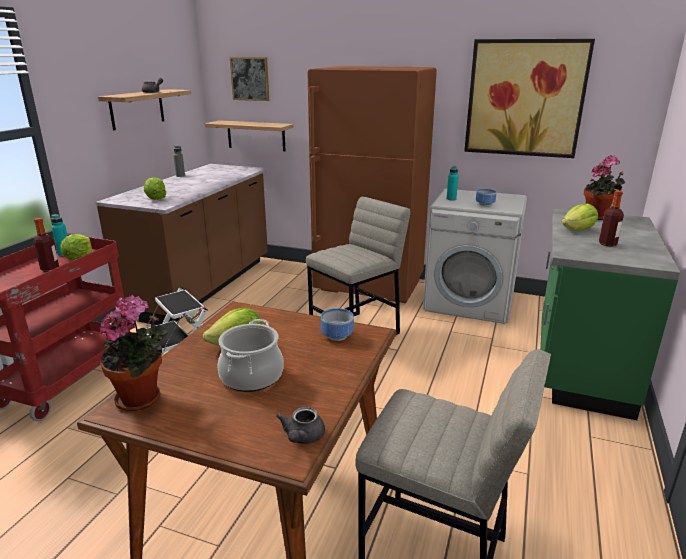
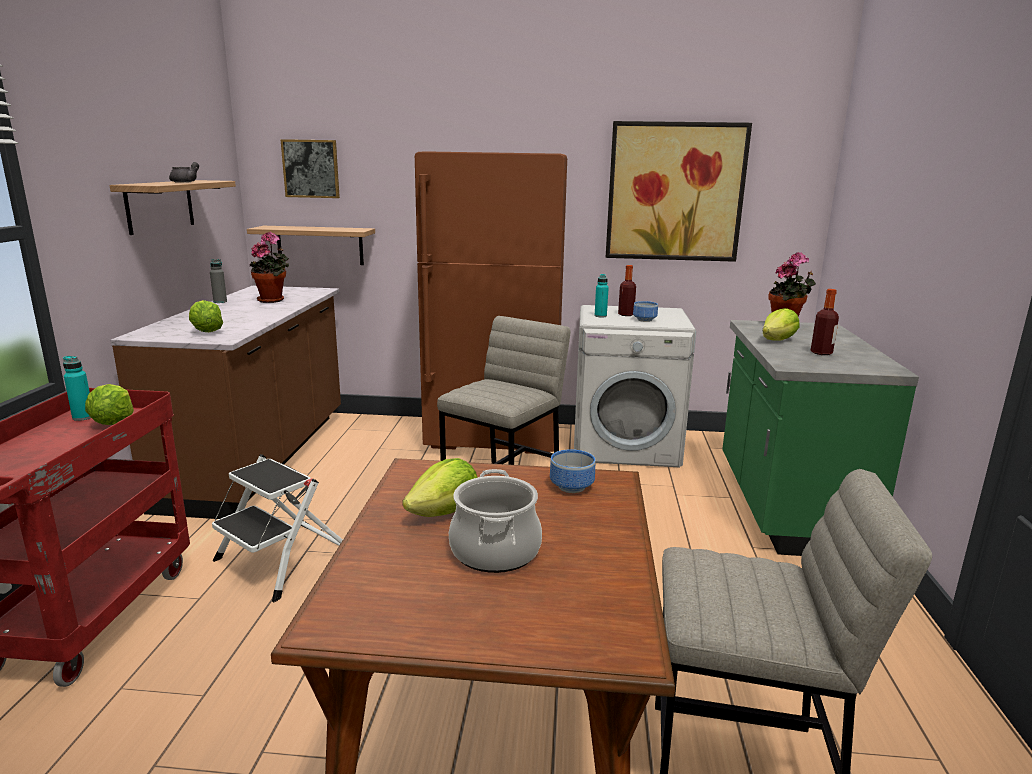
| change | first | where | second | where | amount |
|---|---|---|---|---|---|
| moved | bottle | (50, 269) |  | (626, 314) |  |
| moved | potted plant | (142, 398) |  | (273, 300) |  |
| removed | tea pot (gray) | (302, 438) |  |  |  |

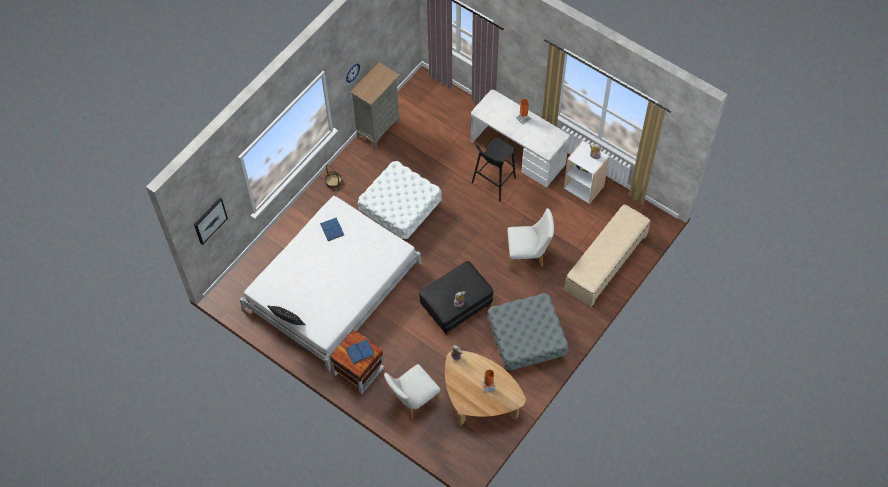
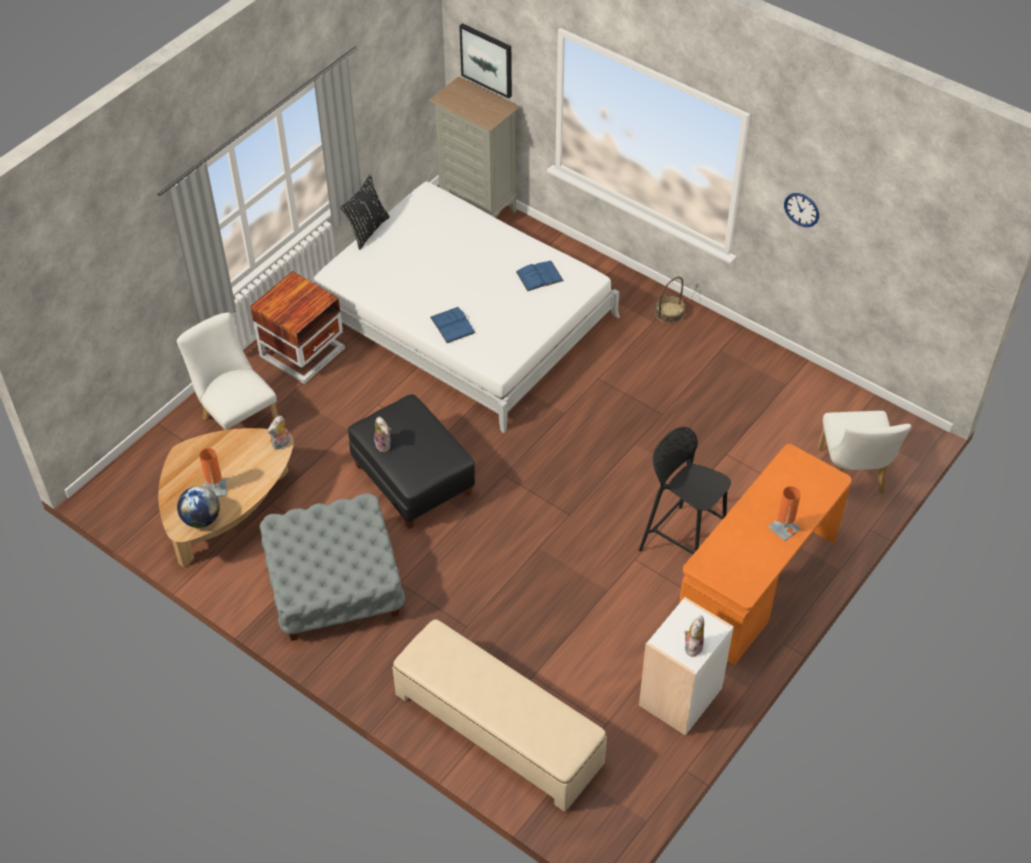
| change | first | where | second | where | amount |
|---|---|---|---|---|---|
| moved | chest of drawers (gray) | (379, 130) |  | (478, 209) |  |
| recoloured | desk table (white-coloured) | (518, 152) | desk table (orangey) | (757, 583) |  |
| removed | pouffe (white-coloured) | (400, 209) |  |  |  |
| moved | plain chair (white-coloured) | (528, 255) |  | (852, 476) |  |
| moved | book (blue) | (360, 352) |  | (452, 325) |  |
| added |  |  | globe | (201, 519) |  |

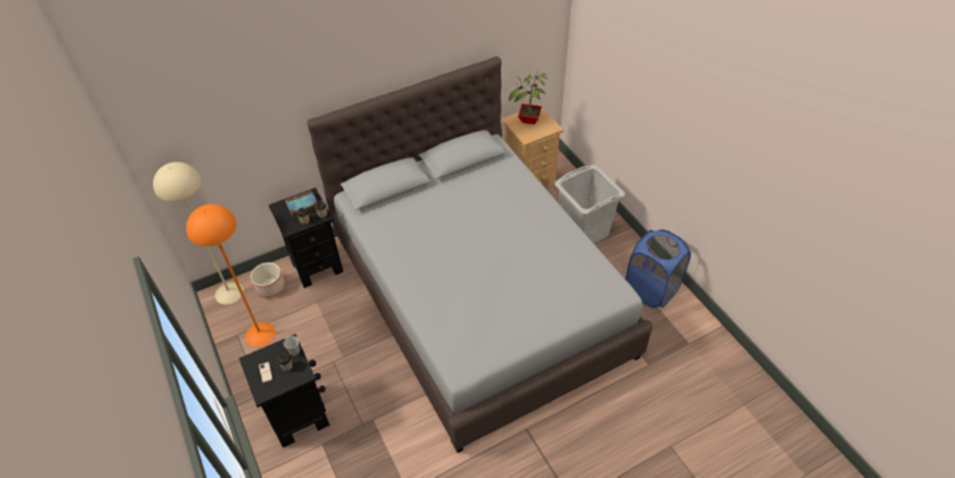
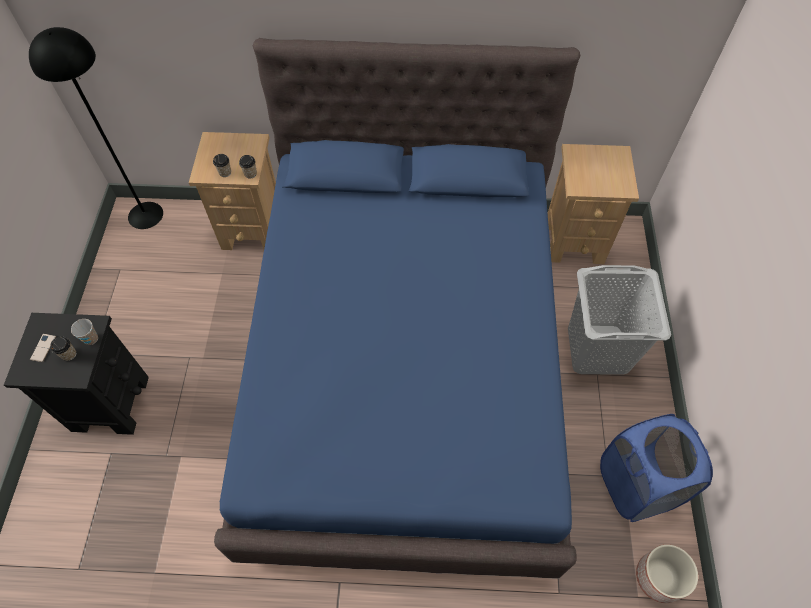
| change | first | where | second | where | amount |
|---|---|---|---|---|---|
| recoloured | bedroom bed (gray) | (479, 294) | bedroom bed (blue) | (406, 364) |  |
| removed | potted plant | (529, 120) |  |  |  |
| recoloured | standard lamp (beige-coloured) | (229, 292) | standard lamp (blackish) | (146, 215) |  |
| recoloured | nightstand (blackish) | (317, 266) | nightstand (beige-coloured) | (253, 230) |  |
| removed | book | (302, 206) |  |  |  |
| removed | standard lamp (orangey) | (260, 334) |  |  |  |
| moved | plant pot | (271, 287) |  | (660, 577) |  |

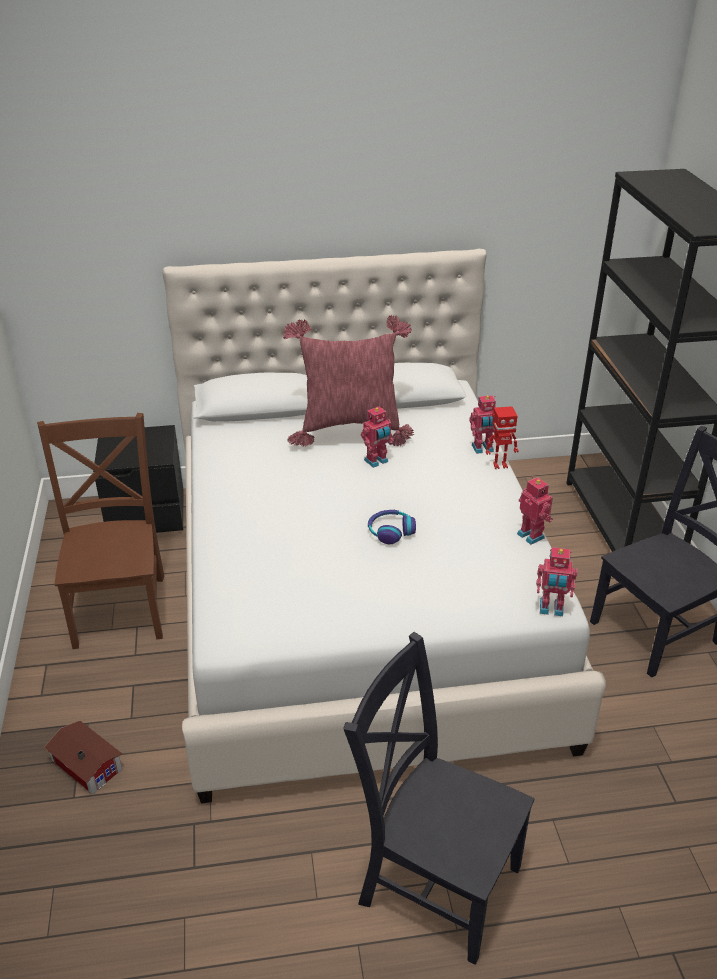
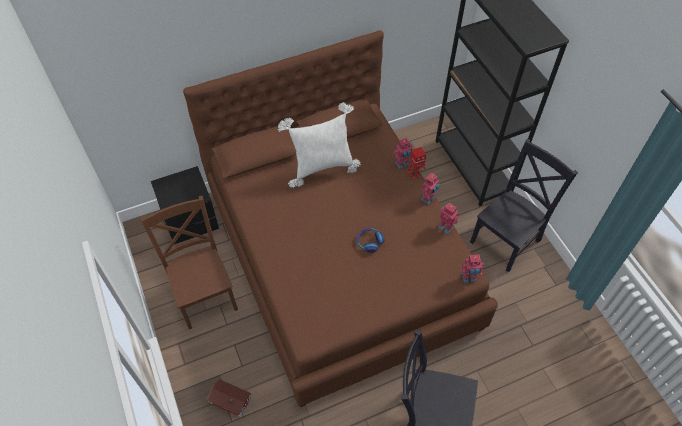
| change | first | where | second | where | amount |
|---|---|---|---|---|---|
| recoloured | bedroom bed (white-coloured) | (358, 602) | bedroom bed (brownish) | (340, 258) |  |
| recoloured | cushion (reddish) | (349, 436) | cushion (white-coloured) | (321, 170) |  |
| moved | toy robot | (377, 461) |  | (428, 199) |  |

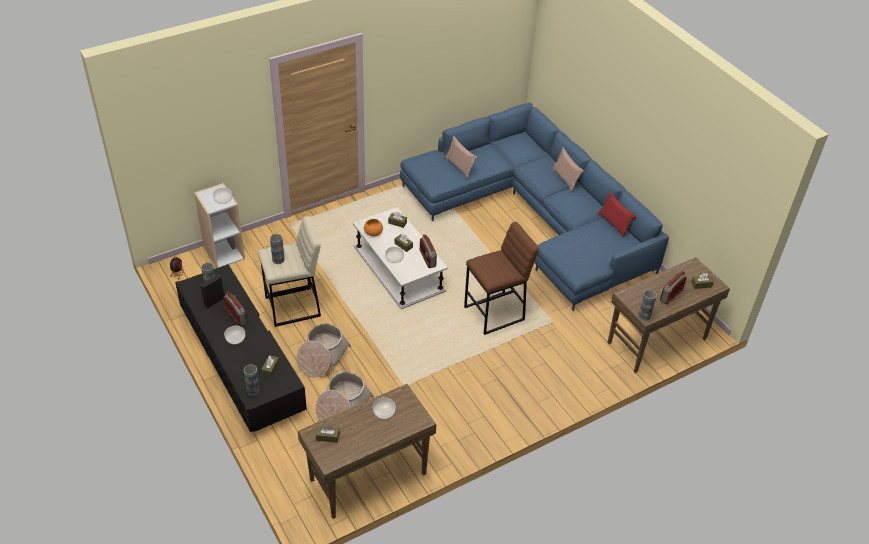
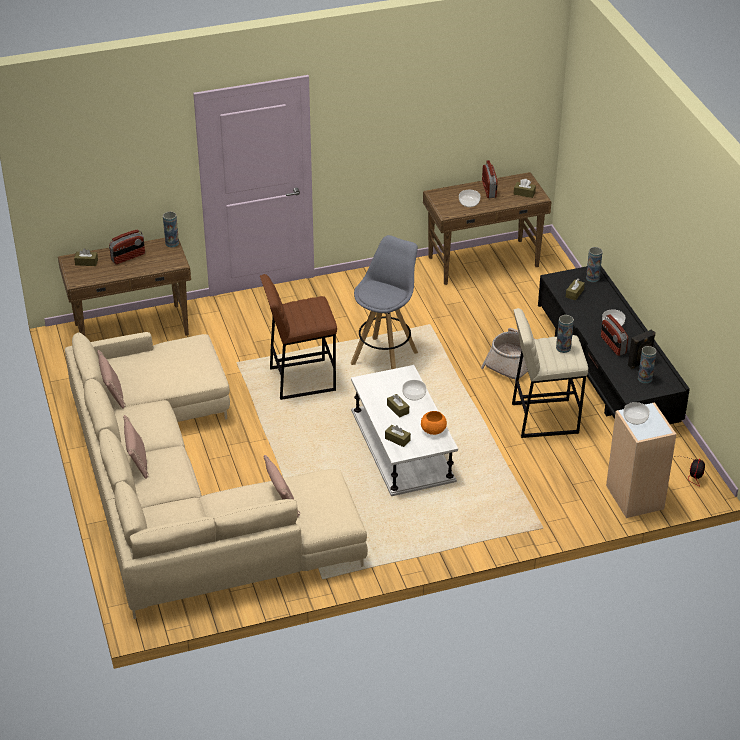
| change | first | where | second | where | amount |
|---|---|---|---|---|---|
| recoloured | settee (blue) | (534, 215) | settee (beige-coloured) | (186, 494) |  |
| recoloured | cushion (reddish) | (614, 224) | cushion (beige-coloured) | (112, 392) |  |
| moved | radio receiver | (427, 259) |  | (489, 189) |  |
| removed | basket | (342, 407) |  |  |  |
| added |  |  | stool (gray) | (386, 357) |  |

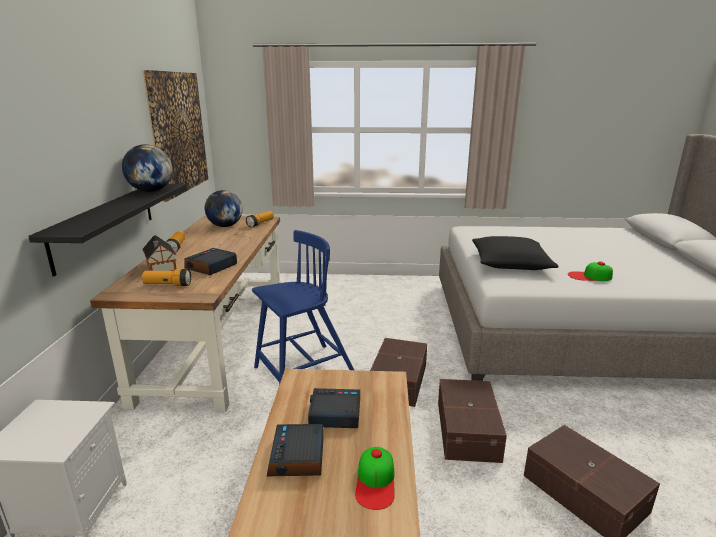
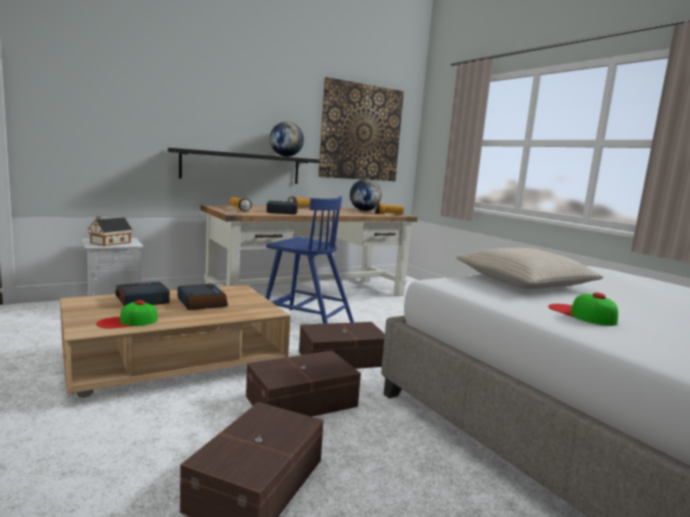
| change | first | where | second | where | amount |
|---|---|---|---|---|---|
| moved | miniature house | (161, 267) |  | (109, 243) |  |
| recoloured | cushion (blackish) | (510, 263) | cushion (beige-coloured) | (525, 282) |  |

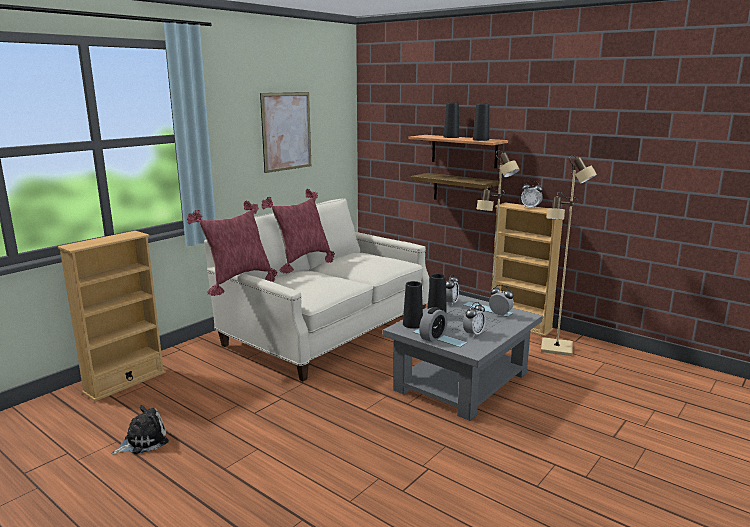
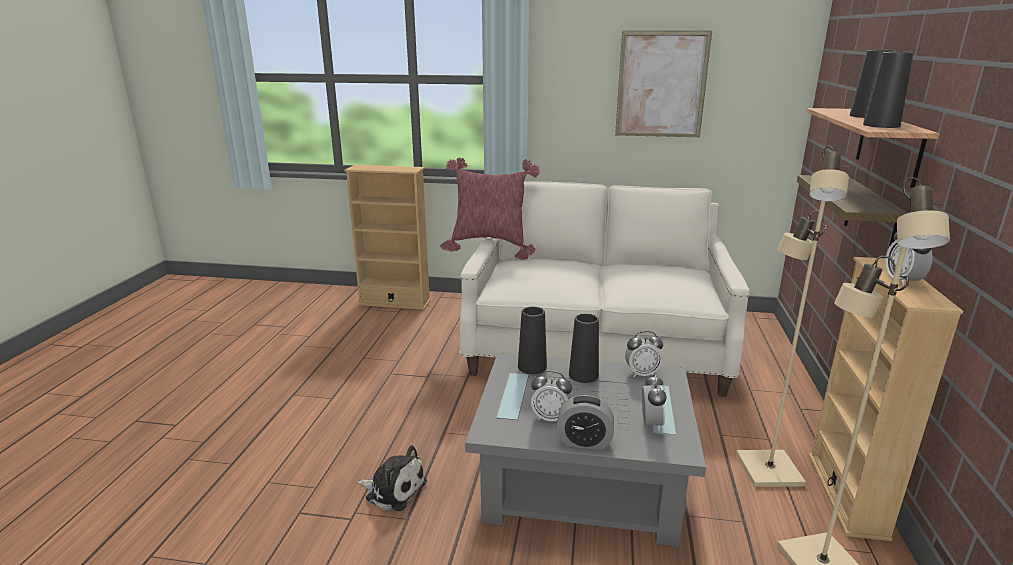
| change | first | where | second | where | amount |
|---|---|---|---|---|---|
| removed | cushion (reddish) | (300, 266) |  |  |  |
| moved | alarm clock | (433, 337) |  | (584, 442) |  |
| moved | plush toy | (143, 441) |  | (393, 489) |  |

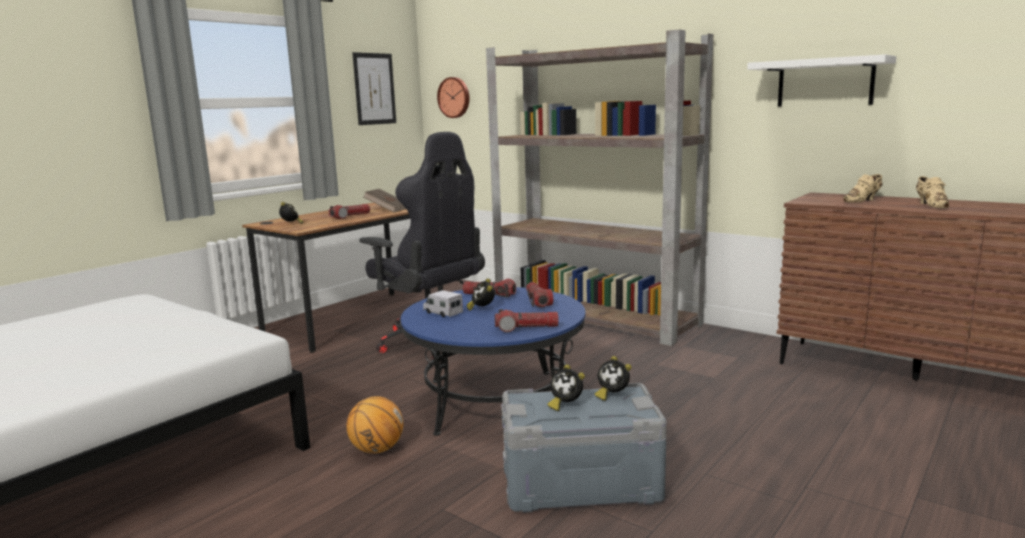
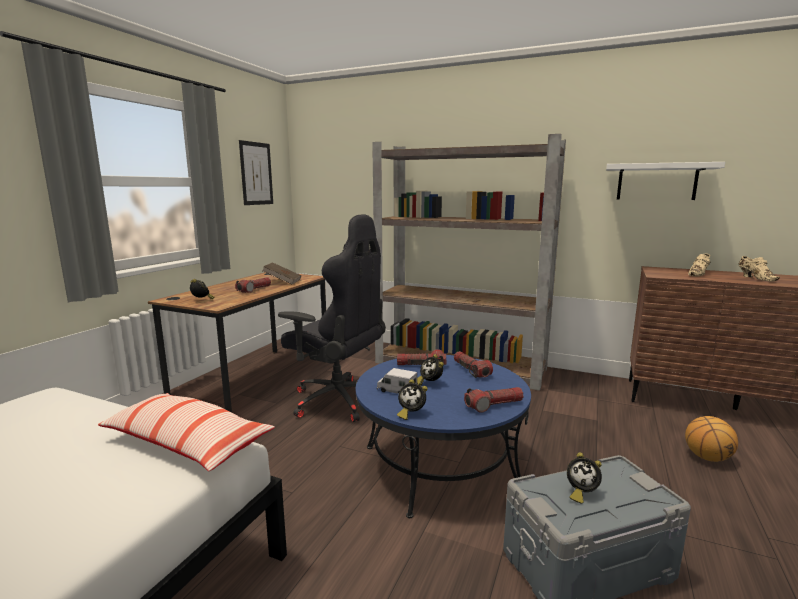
| change | first | where | second | where | amount |
|---|---|---|---|---|---|
| removed | wall clock | (454, 97) |  |  |  |
| moved | alarm clock | (612, 395) |  | (411, 414) |  |
| moved | basketball | (376, 450) |  | (707, 458) |  |
| added |  |  | cushion | (187, 443) |  |

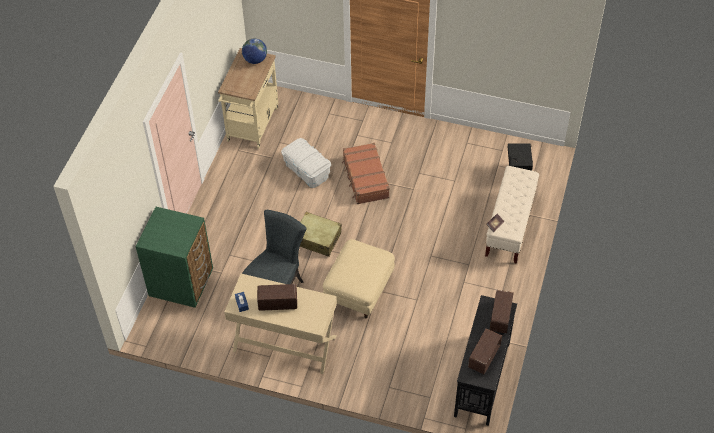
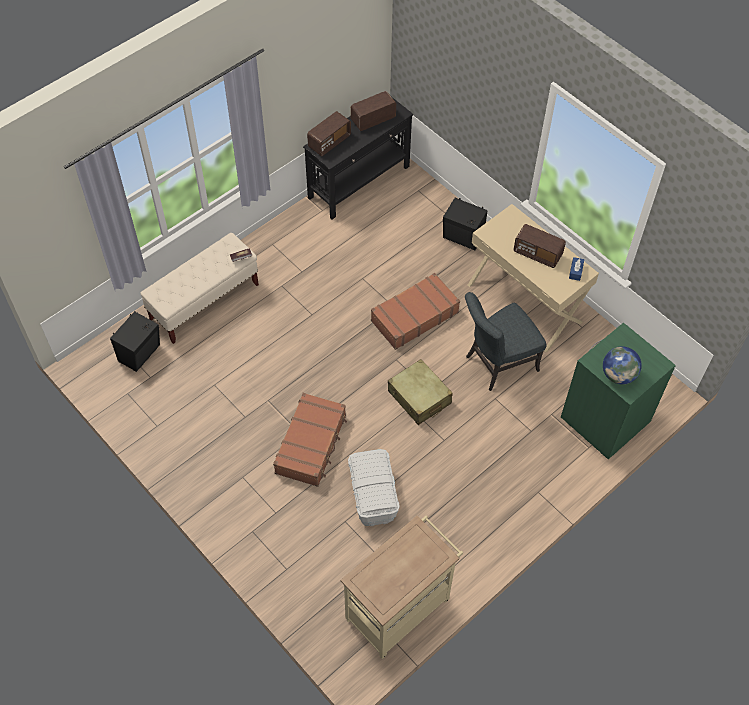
| change | first | where | second | where | amount |
|---|---|---|---|---|---|
| moved | globe | (255, 60) |  | (618, 375) |  |
| replaced | pouffe (beige-coloured) | (359, 291) | piece of luggage (brownish) | (414, 316) |  |
| added |  |  | speaker (blackish) | (463, 238) |  |

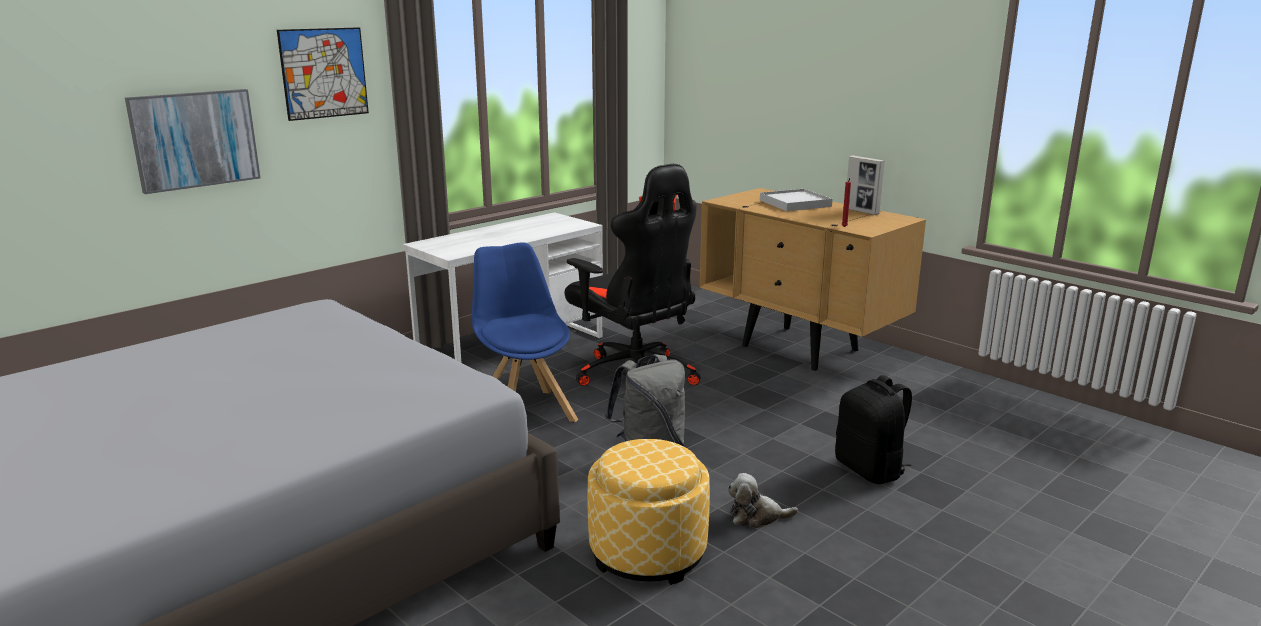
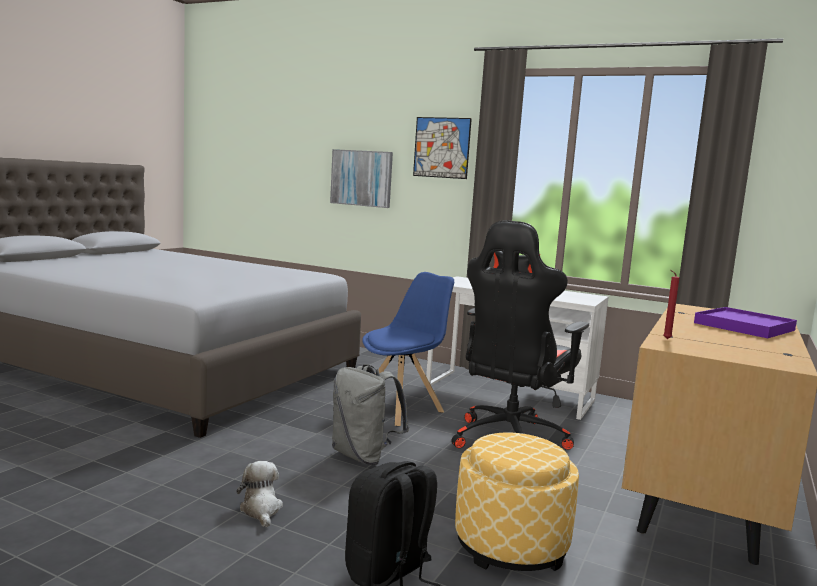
| change | first | where | second | where | amount |
|---|---|---|---|---|---|
| removed | picture frame | (861, 211) |  |  |  |
| recoloured | carrying tray (white-coloured) | (795, 203) | carrying tray (purple) | (743, 326) |  |
| moved | pouffe | (647, 552) |  | (510, 545) |  |

